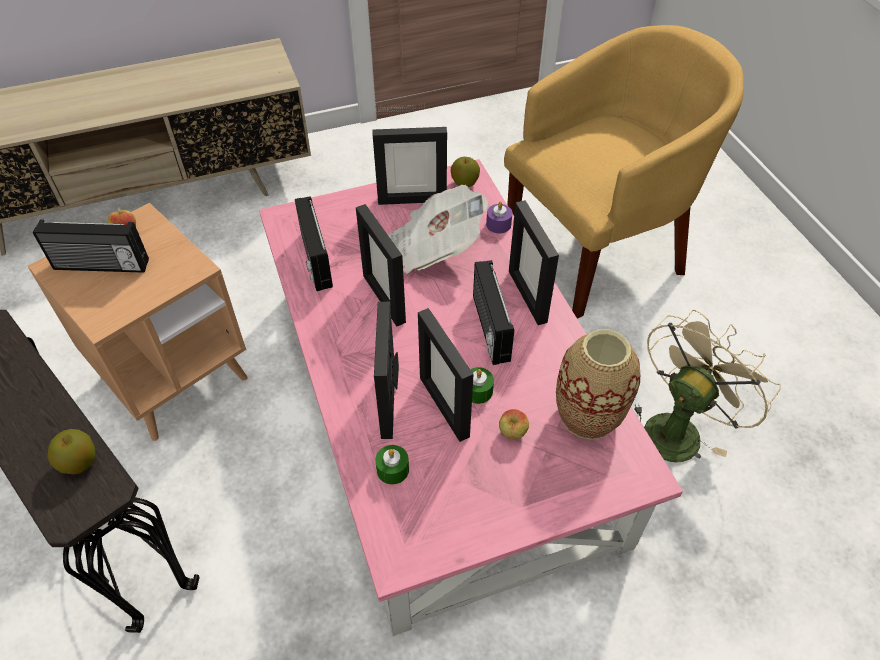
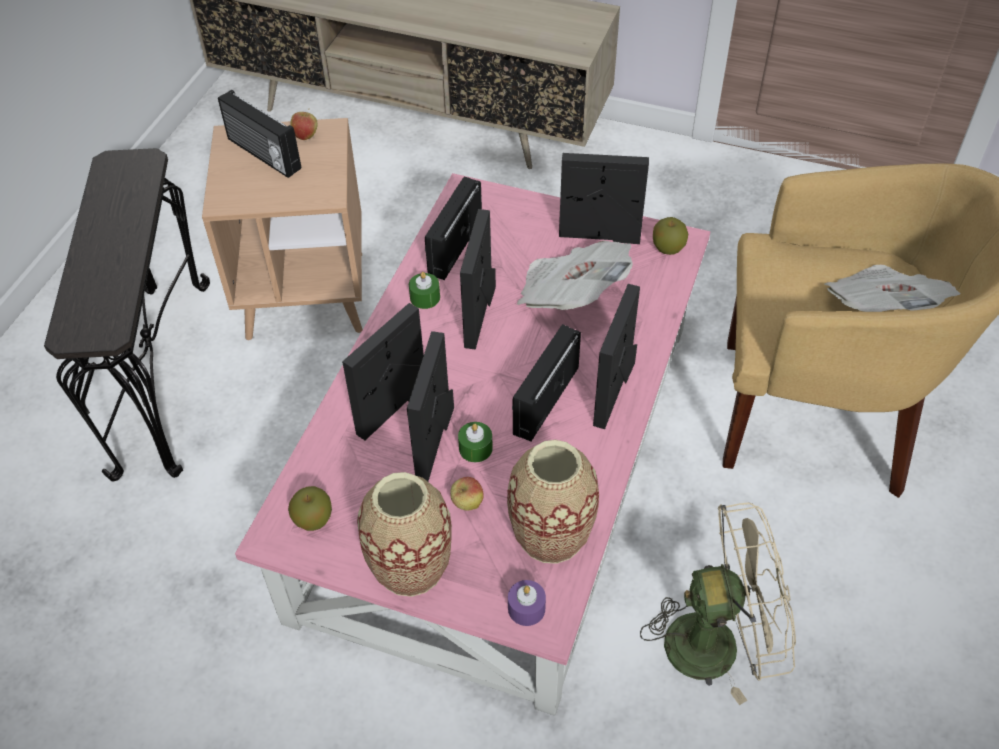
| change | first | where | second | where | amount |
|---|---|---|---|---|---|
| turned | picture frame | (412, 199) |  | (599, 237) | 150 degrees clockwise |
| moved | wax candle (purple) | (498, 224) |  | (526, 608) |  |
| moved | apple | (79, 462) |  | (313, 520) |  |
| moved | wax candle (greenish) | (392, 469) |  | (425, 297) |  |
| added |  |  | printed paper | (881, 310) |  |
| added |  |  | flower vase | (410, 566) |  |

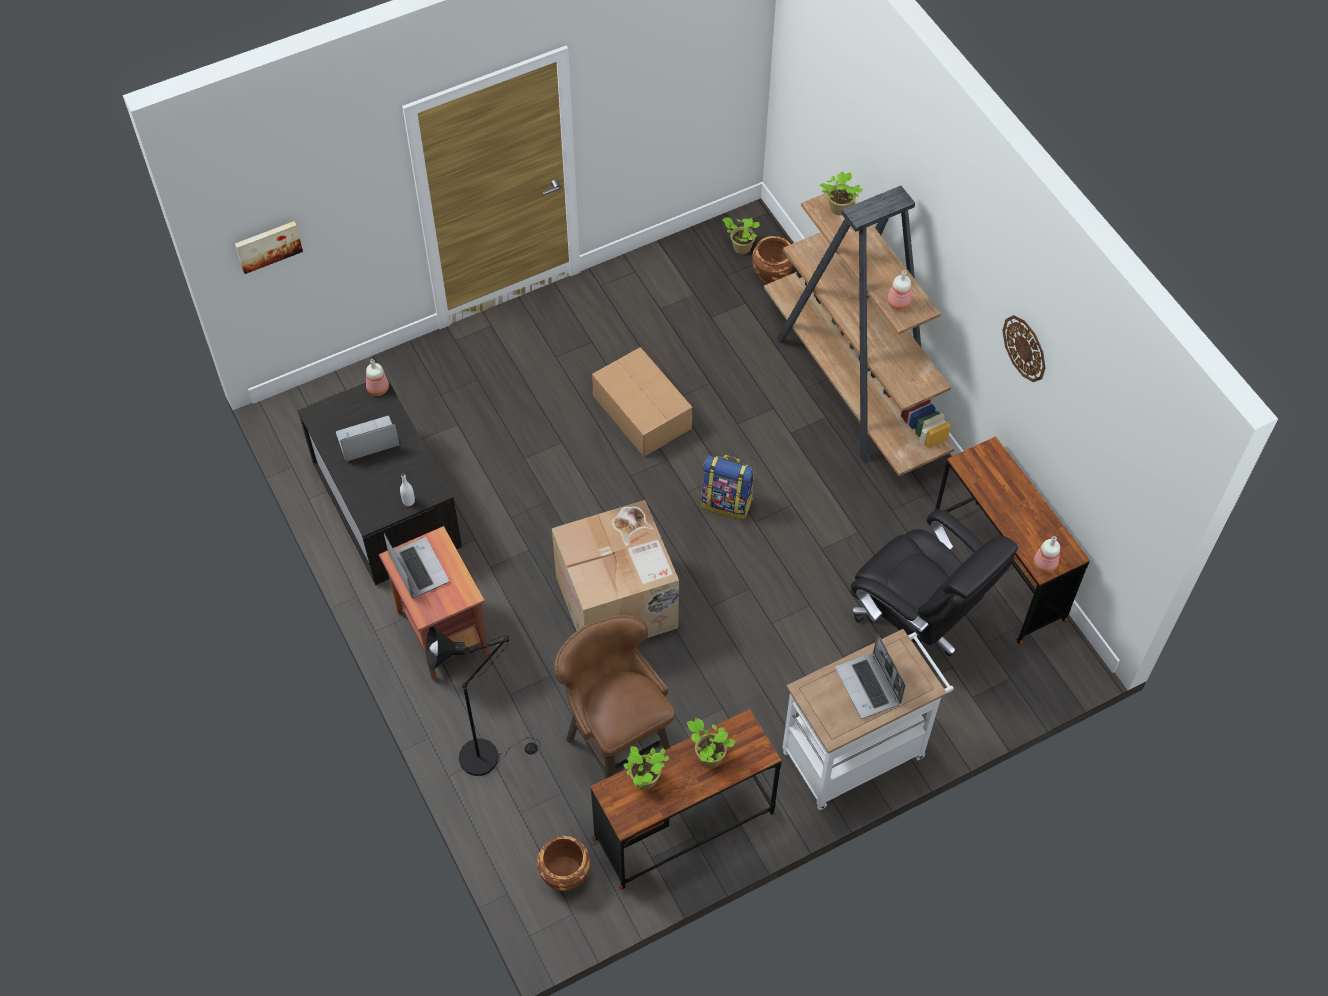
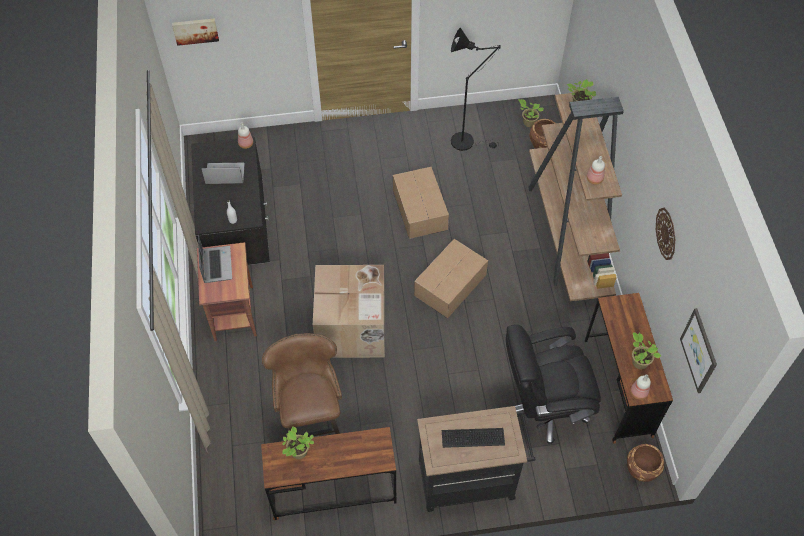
| change | first | where | second | where | amount |
|---|---|---|---|---|---|
| replaced | backpack | (727, 502) | carton | (451, 284) |  |
| turned | computer chair (blackish) | (915, 627) |  | (544, 408) | 105 degrees clockwise |
| moved | standard lamp (blackish) | (486, 754) |  | (467, 141) |  |
| recoloured | trolley (white-coloured) | (857, 754) | trolley (blackish) | (469, 481) |  |
| replaced | notebook computer | (869, 686) | computer keyboard | (474, 438) |  |
| moved | potted plant | (708, 756) |  | (638, 361) |  |
| moved | plant pot (brownish) | (564, 873) |  | (641, 469) |  |
| added |  |  | wall art | (699, 350) |  |

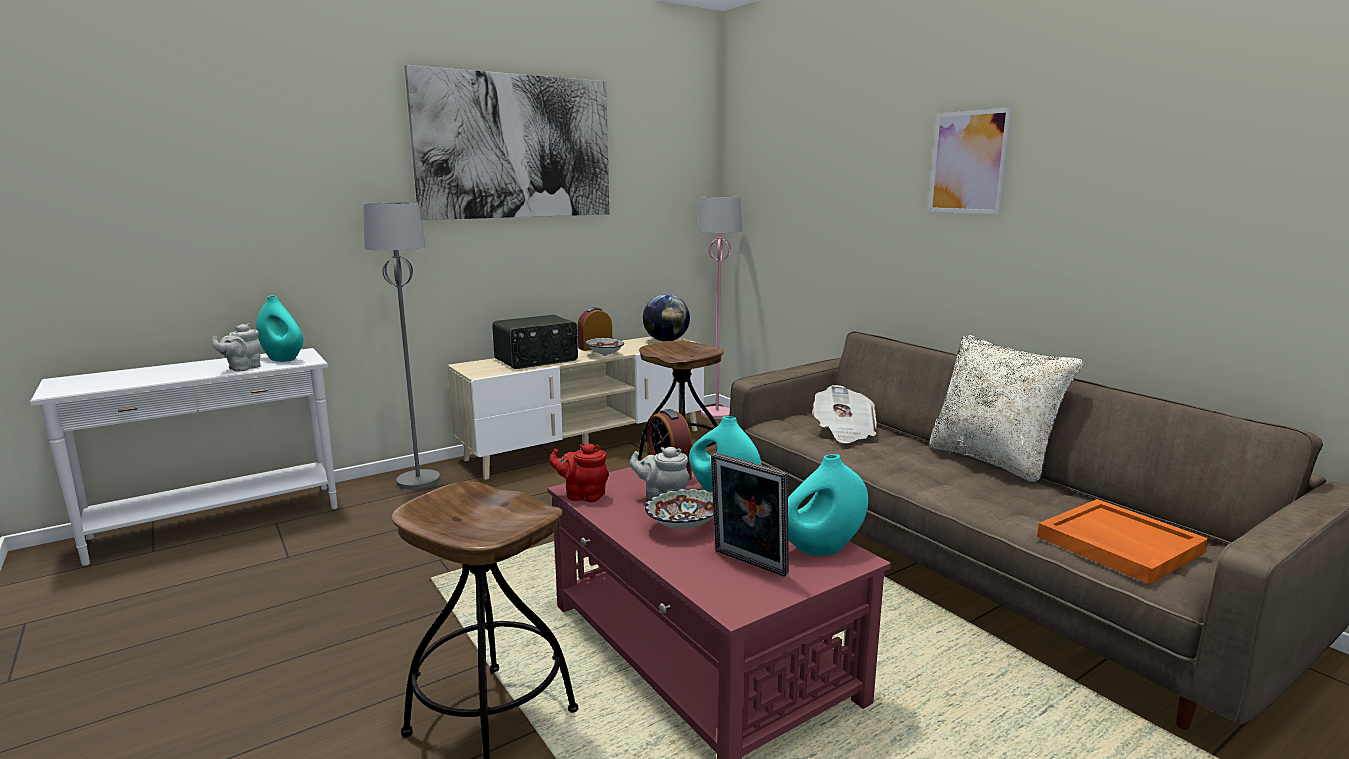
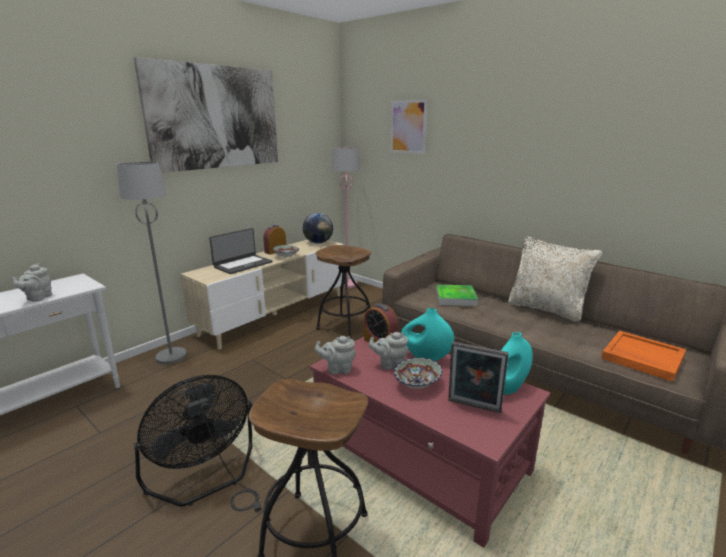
| change | first | where | second | where | amount |
|---|---|---|---|---|---|
| moved | wall art | (968, 162) |  | (408, 127) |  |
| removed | flower vase (blue-green) | (283, 359) |  |  |  |
| replaced | radio receiver | (536, 360) | notebook computer | (242, 264) |  |
| replaced | printed paper | (843, 431) | carrying tray | (455, 298) |  |
| recoloured | tea pot (reddish) | (582, 496) | tea pot (gray) | (337, 369) |  |
| added |  |  | fan (blackish) | (212, 481) |  |

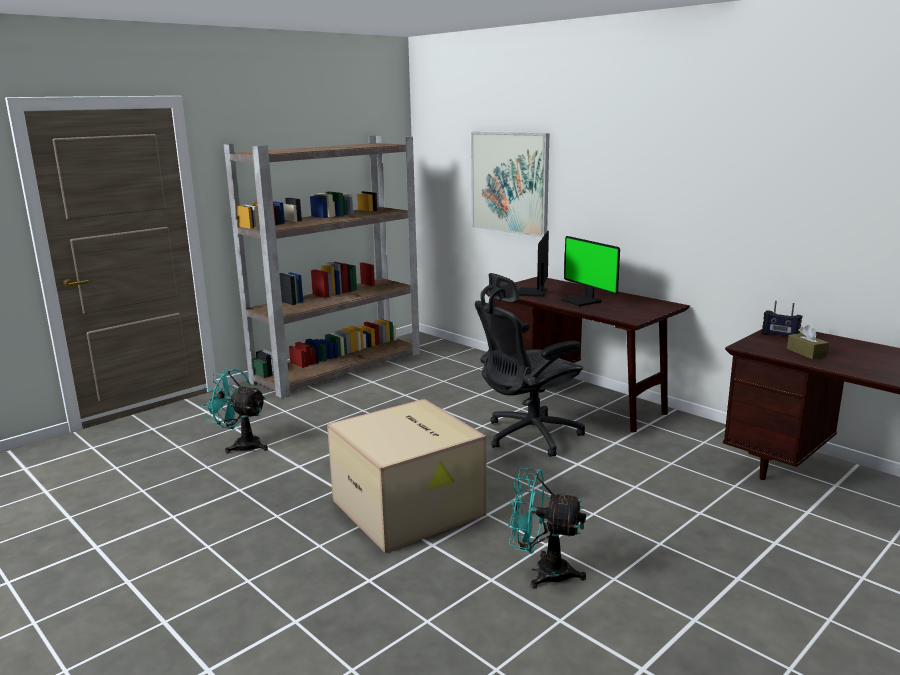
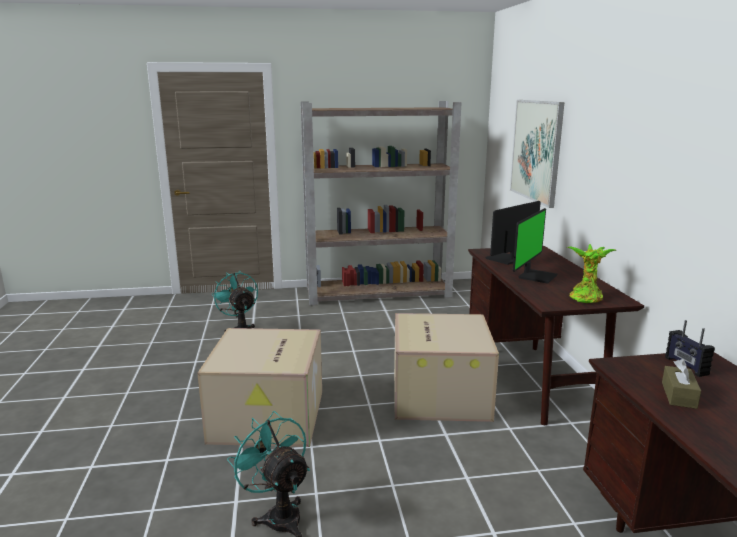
| change | first | where | second | where | amount |
|---|---|---|---|---|---|
| turned | computer screen | (582, 301) |  | (536, 276) | 150 degrees counterclockwise |
| replaced | computer chair | (528, 437) | carton | (438, 394) |  |
| added |  |  | potted plant | (585, 297) |  |

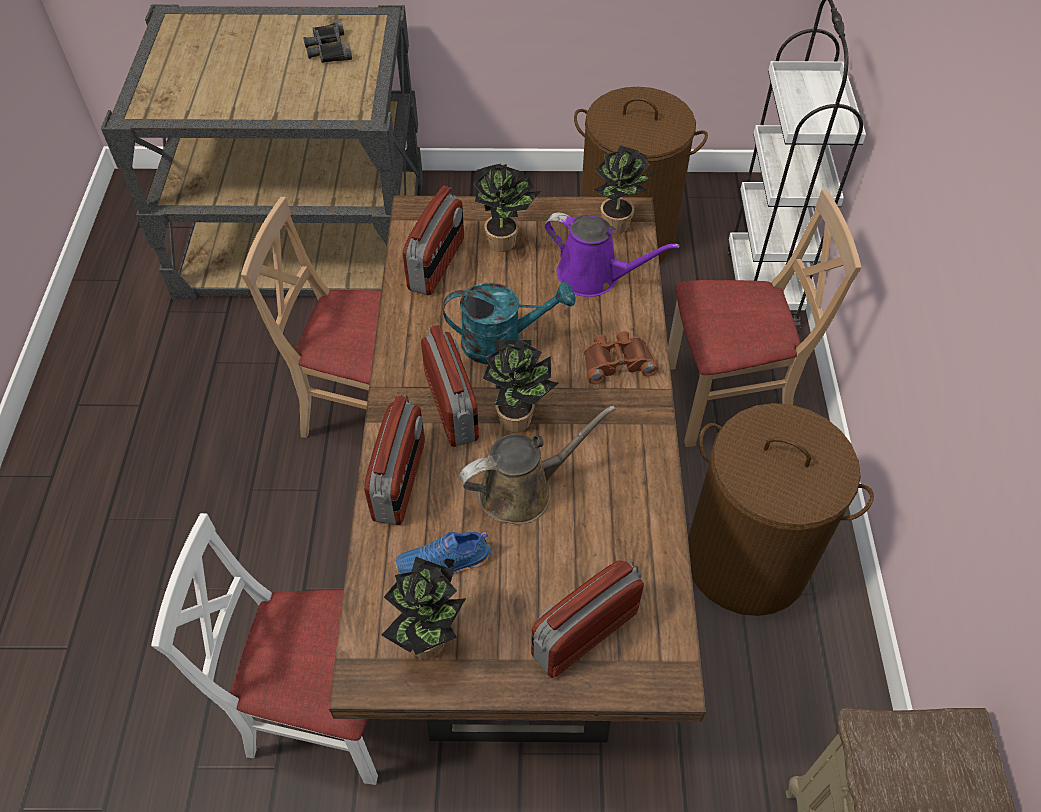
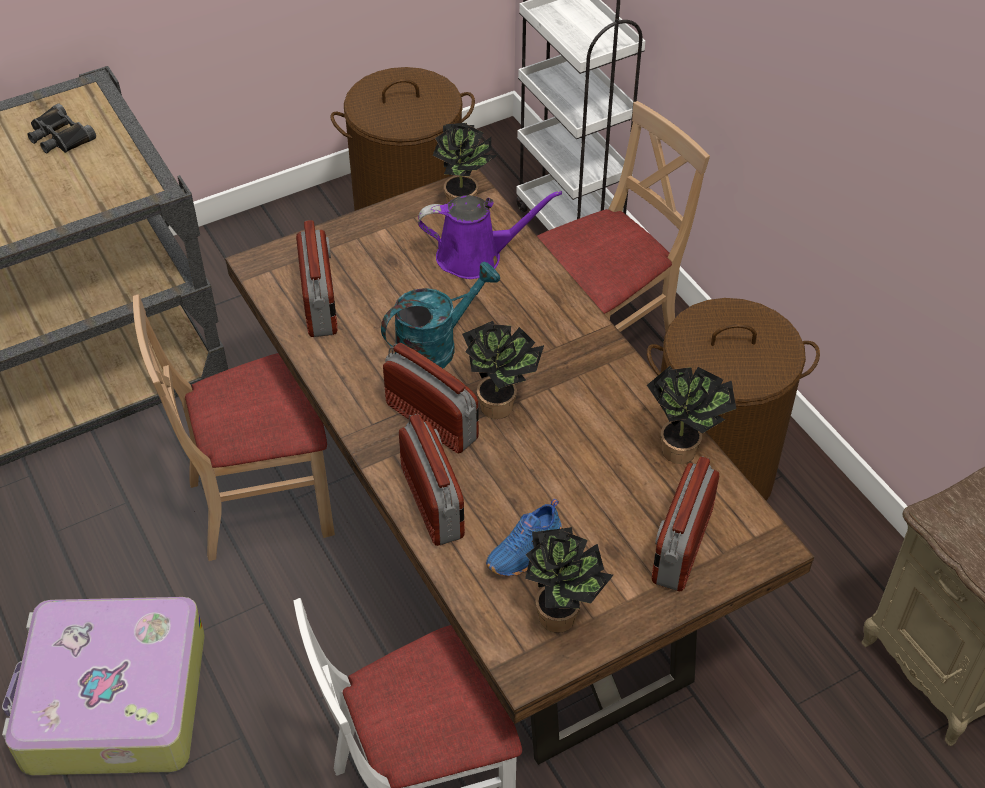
| change | first | where | second | where | amount |
|---|---|---|---|---|---|
| moved | potted plant | (506, 242) |  | (683, 449) |  |
| removed | pair of binoculars (brownish) | (617, 361) |  |  |  |
| removed | sprinkling can (brownish) | (522, 490) |  |  |  |
| added |  |  | piece of luggage | (113, 701) |  |

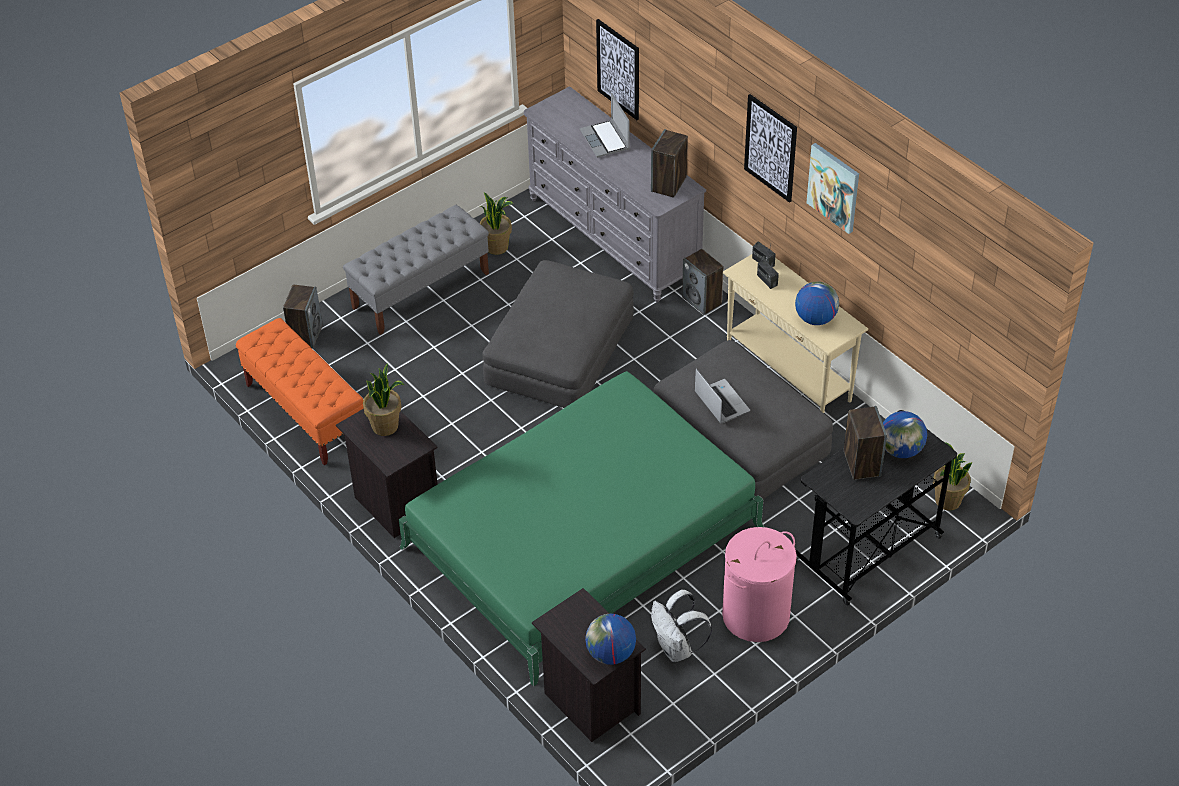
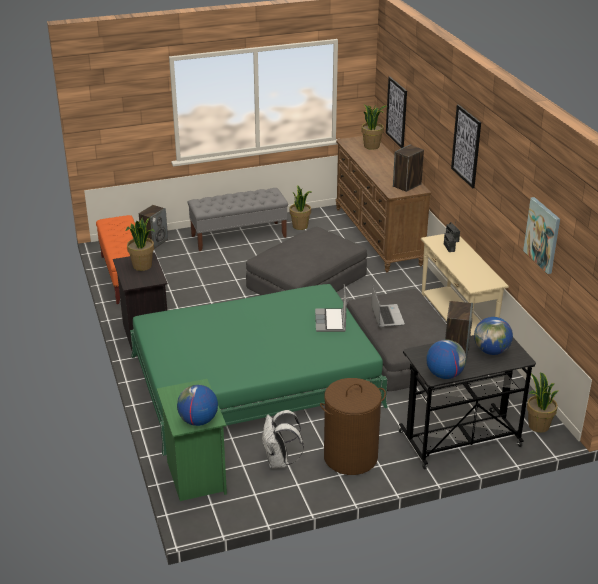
| change | first | where | second | where | amount |
|---|---|---|---|---|---|
| recoloured | chest of drawers (gray) | (614, 238) | chest of drawers (brownish) | (378, 236) |  |
| moved | notebook computer | (606, 140) |  | (331, 321) |  |
| moved | wall art | (834, 187) |  | (543, 235) |  |
| removed | speaker | (702, 301) |  |  |  |
| moved | globe | (815, 318) |  | (444, 374) |  |
| recoloured | hamper (pink) | (756, 615) | hamper (brownish) | (350, 457) |  |
| recoloured | nightstand (blackish) | (589, 702) | nightstand (greenish) | (195, 476) |  |
| added |  |  | potted plant | (372, 146) |  |

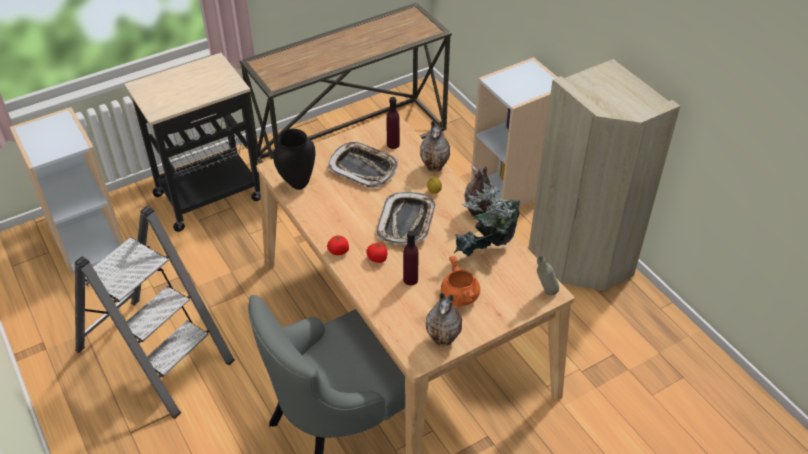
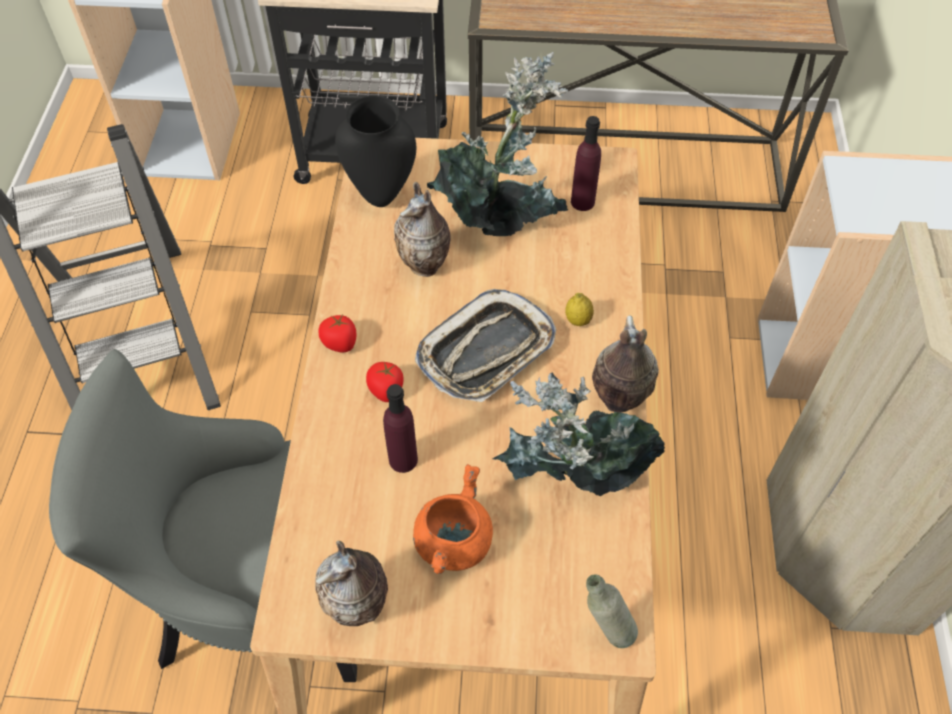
| change | first | where | second | where | amount |
|---|---|---|---|---|---|
| moved | flower vase | (435, 167) |  | (426, 266) |  |
| replaced | carrying tray | (363, 168) | potted plant | (501, 219) |  |

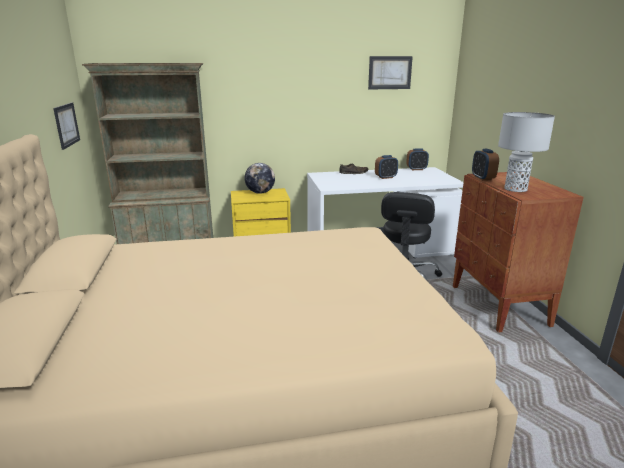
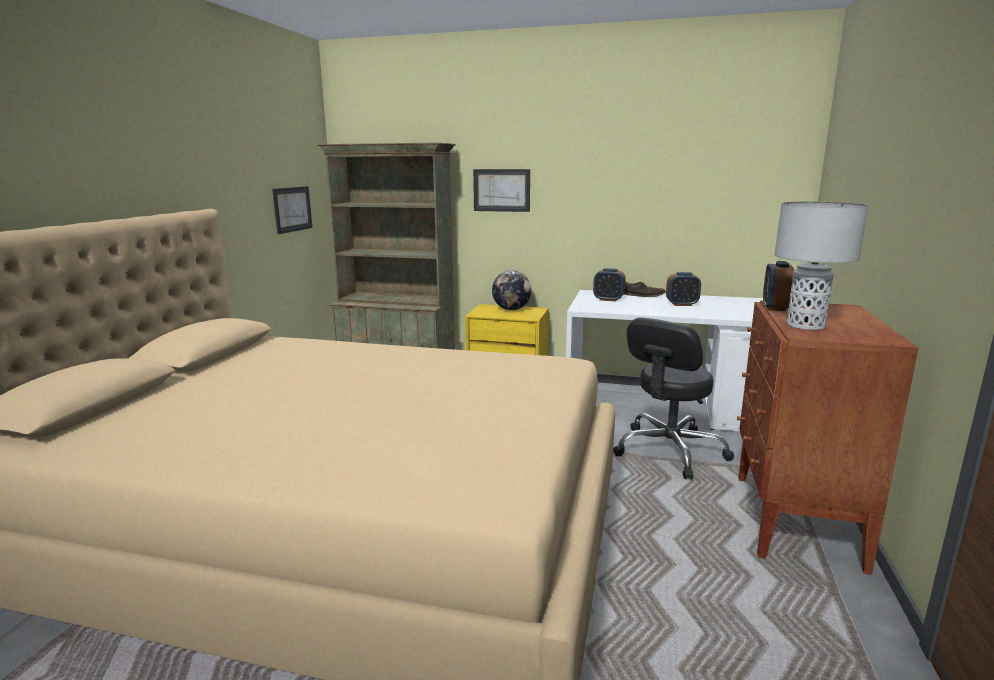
| change | first | where | second | where | amount |
|---|---|---|---|---|---|
| moved | wall art | (390, 72) |  | (501, 190) |  |
| moved | alarm clock | (416, 169) |  | (608, 299) |  |

